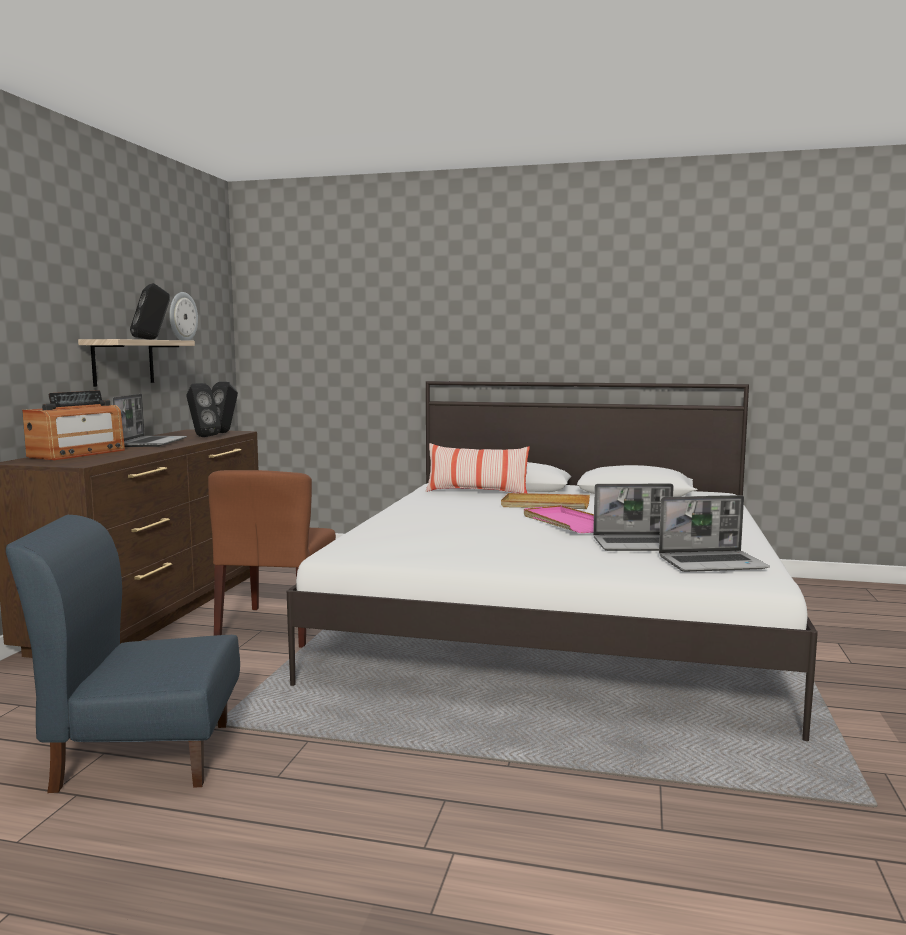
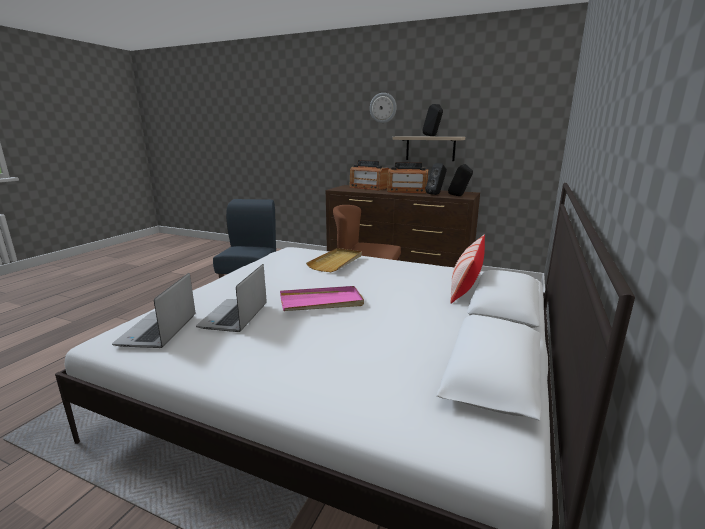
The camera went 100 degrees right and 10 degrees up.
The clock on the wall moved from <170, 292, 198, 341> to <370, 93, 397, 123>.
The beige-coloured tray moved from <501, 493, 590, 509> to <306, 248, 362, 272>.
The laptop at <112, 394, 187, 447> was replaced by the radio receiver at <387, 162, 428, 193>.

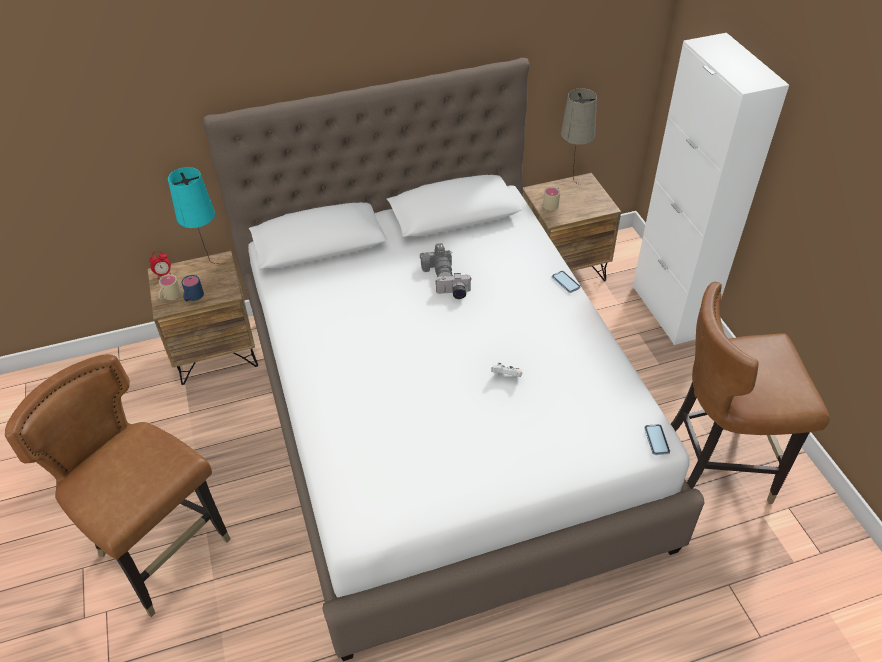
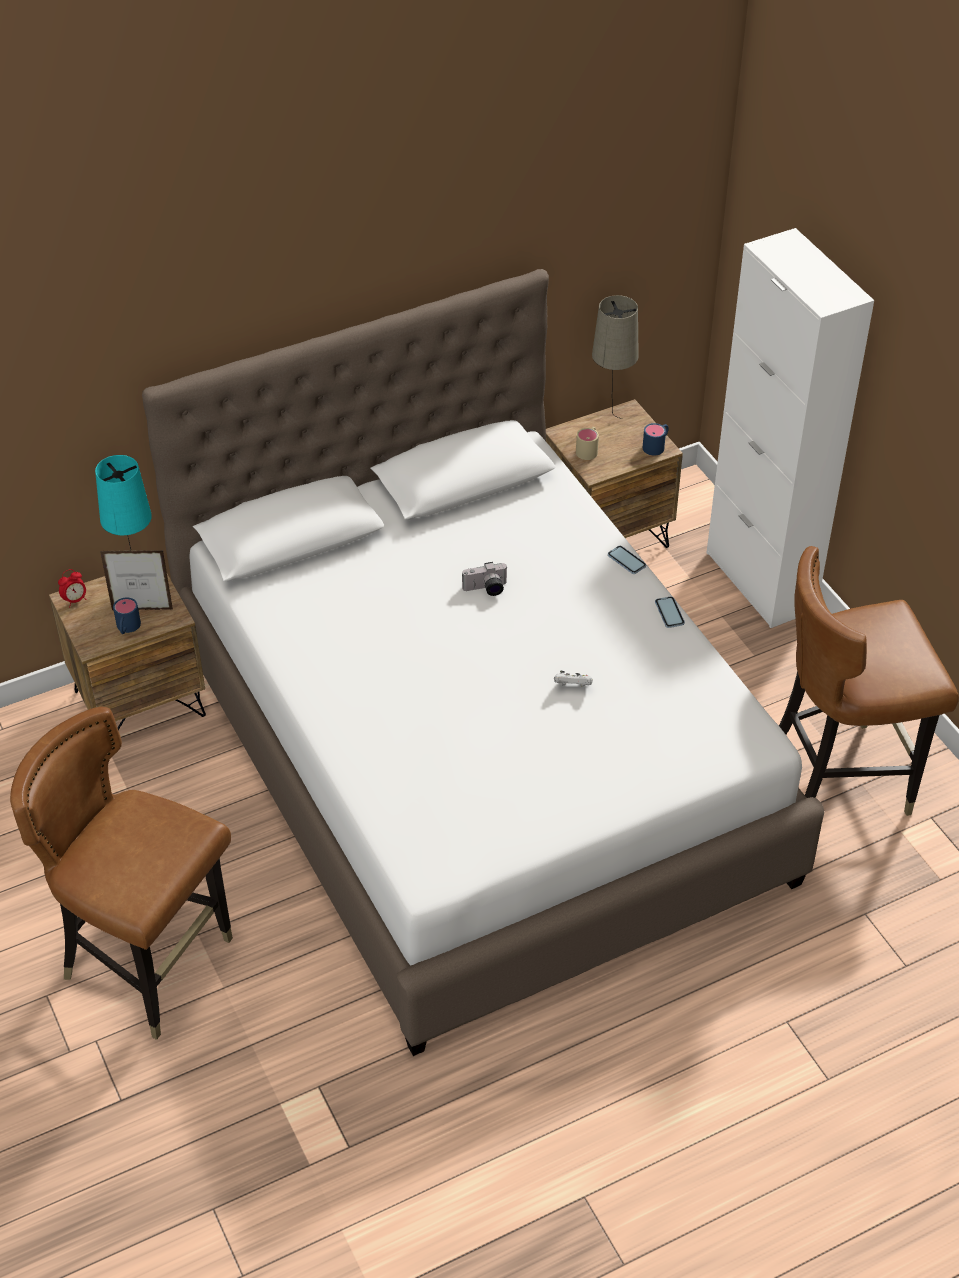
The camera went 10 degrees left and 0 degrees up.
The beige-coloured tea mug at <158, 274, 181, 300> disappeared.
The photo camera at <420, 243, 453, 277> disappeared.
The standing frame at <100, 550, 173, 610> appeared.
The blue-coloured tea mug at <643, 423, 669, 456> appeared.
The telephone moved from <644, 424, 670, 455> to <655, 596, 685, 628>.

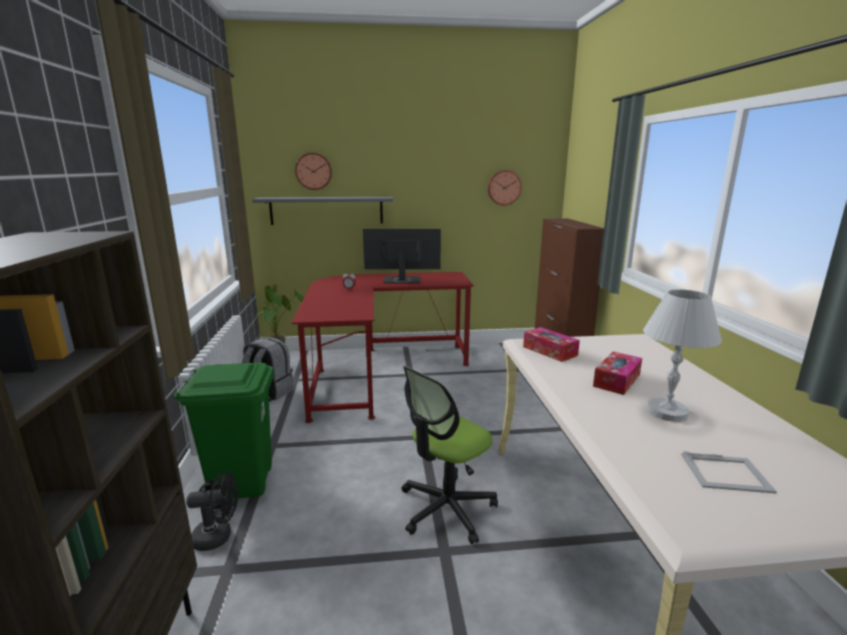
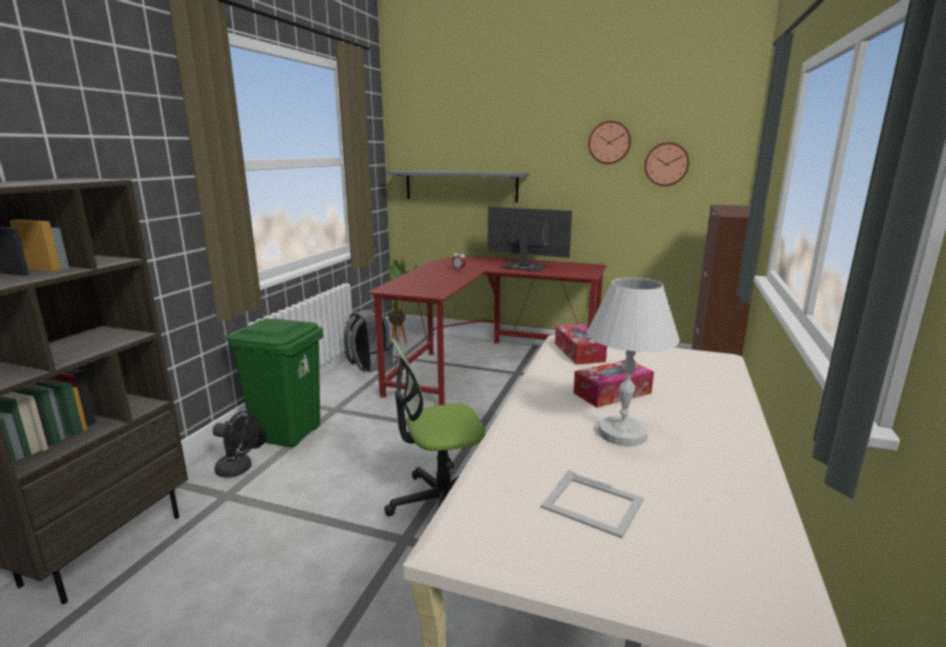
The camera went 25 degrees right and 0 degrees up.
The clock on the wall moved from <295, 153, 332, 190> to <588, 120, 631, 164>.

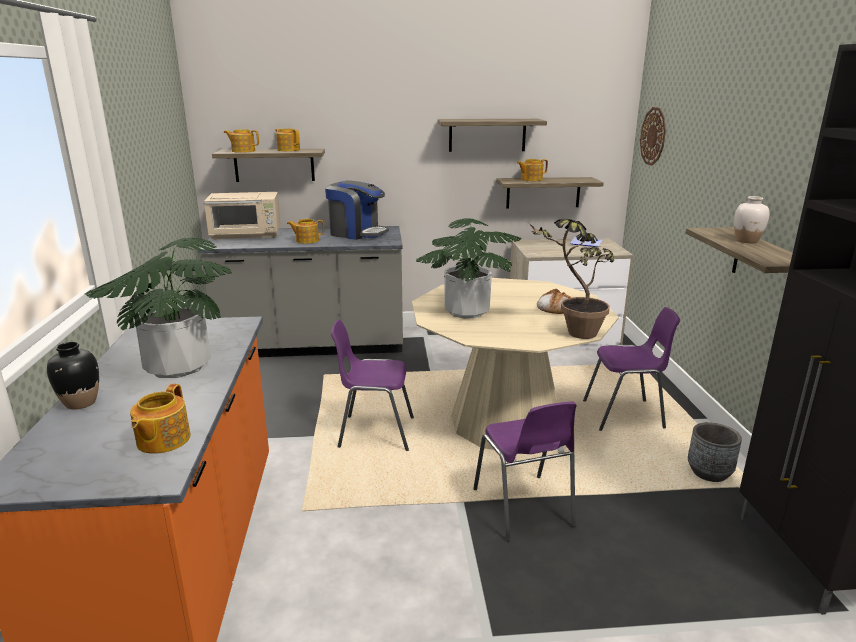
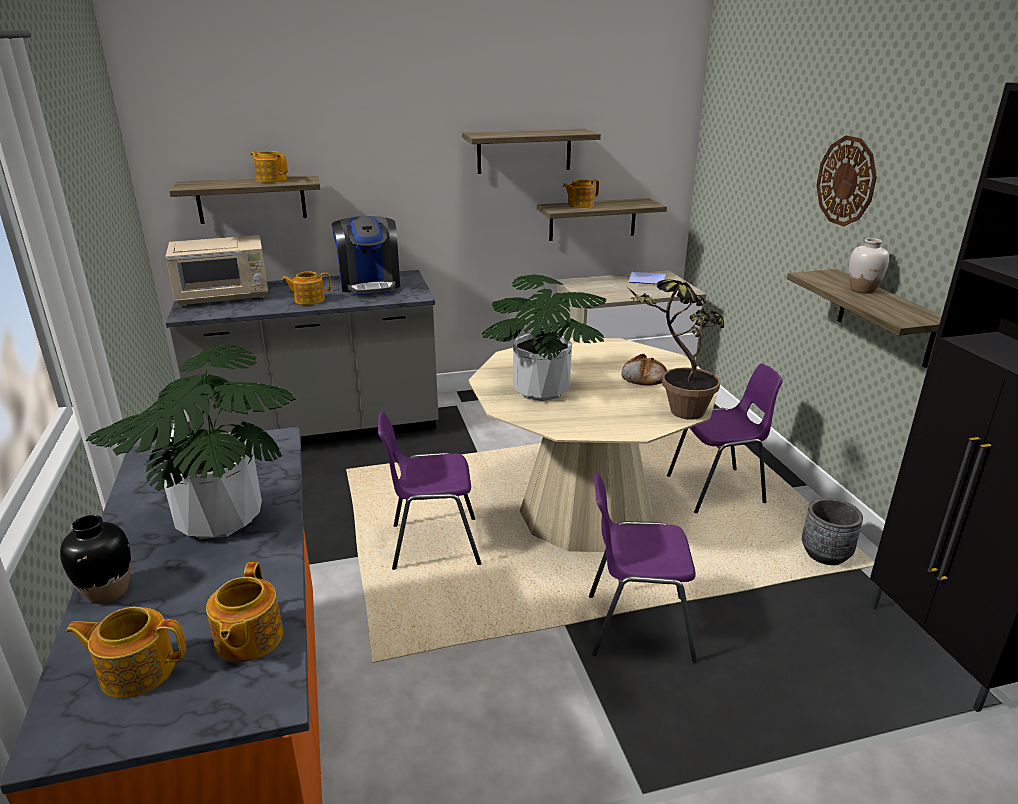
The camera went 10 degrees left and 5 degrees up.
The teapot moved from <224, 129, 259, 153> to <65, 607, 186, 698>.
The clock on the wall moved from <640, 107, 666, 166> to <816, 135, 877, 226>.
The coffee machine at <325, 180, 389, 240> turned 60 degrees clockwise.
The purple upright chair at <473, 401, 577, 542> turned 120 degrees clockwise.

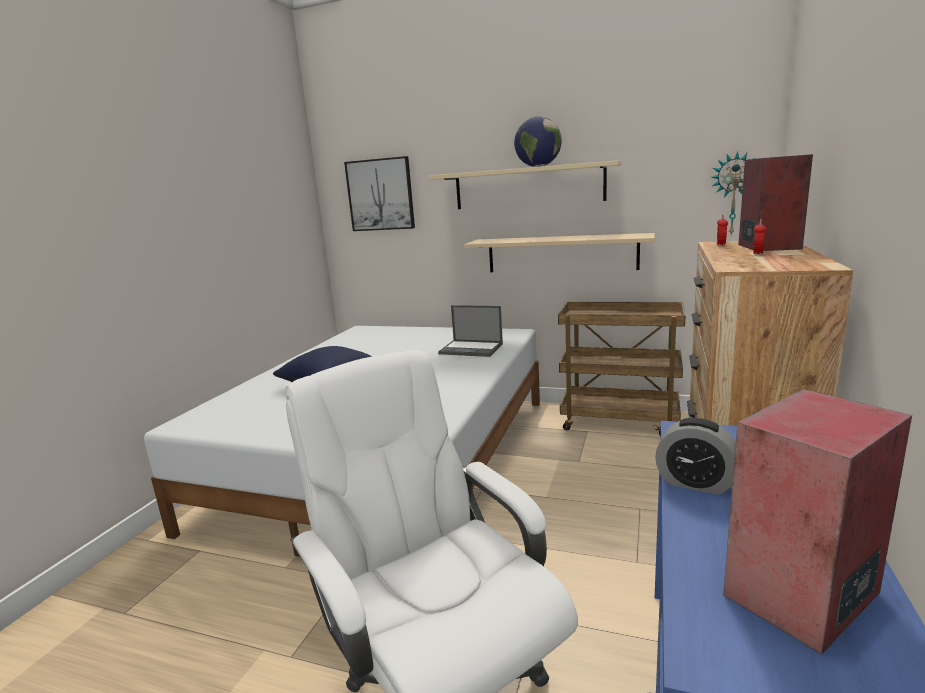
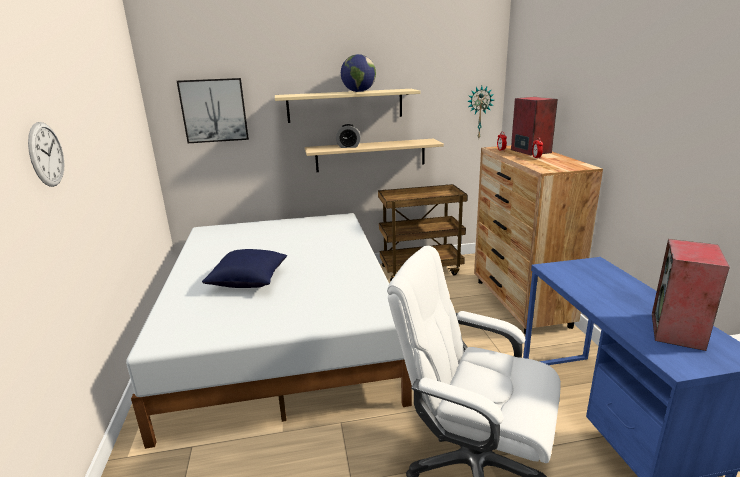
The camera went 30 degrees left and 5 degrees up.
The laptop at <438, 305, 503, 357> disappeared.
The clock on the wall at <28, 122, 64, 187> appeared.
The alarm clock moved from <655, 418, 736, 495> to <336, 124, 361, 148>.

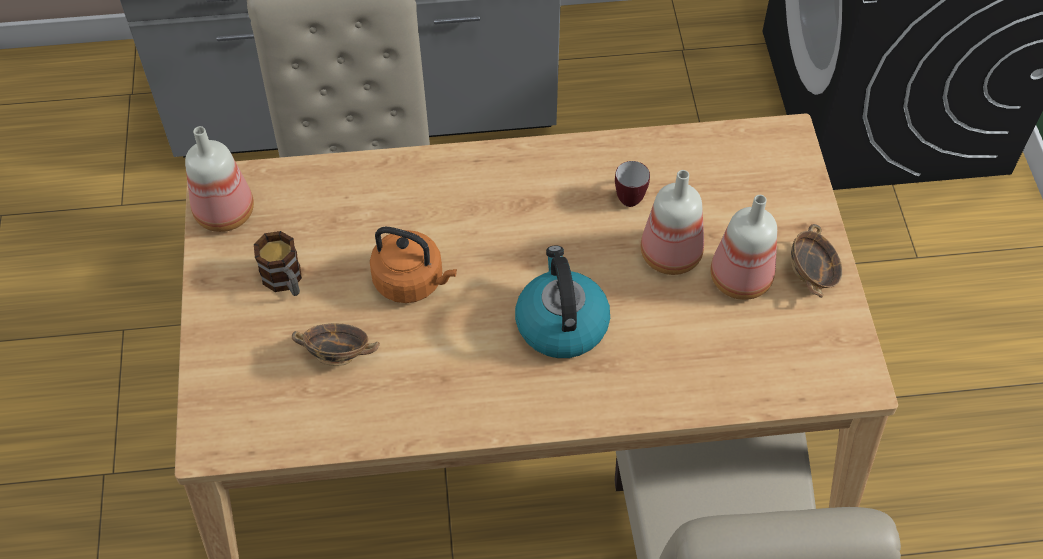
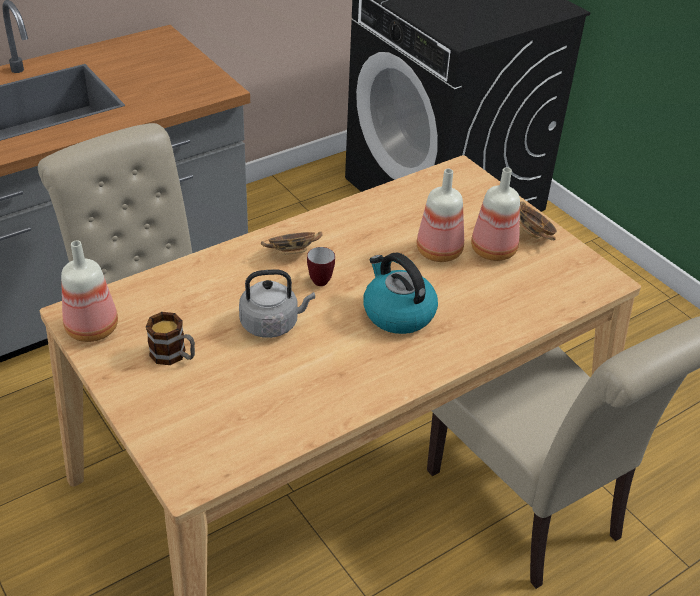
The camera went 30 degrees left and 15 degrees down.
The serving bowl moved from <292, 323, 380, 366> to <261, 231, 323, 255>.
The tea mug moved from <615, 161, 650, 207> to <307, 247, 335, 286>.
The orange tea kettle at <370, 227, 457, 303> became the grey tea kettle at <239, 270, 315, 338>.

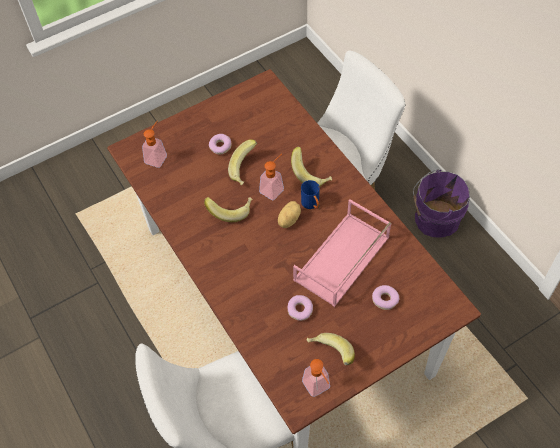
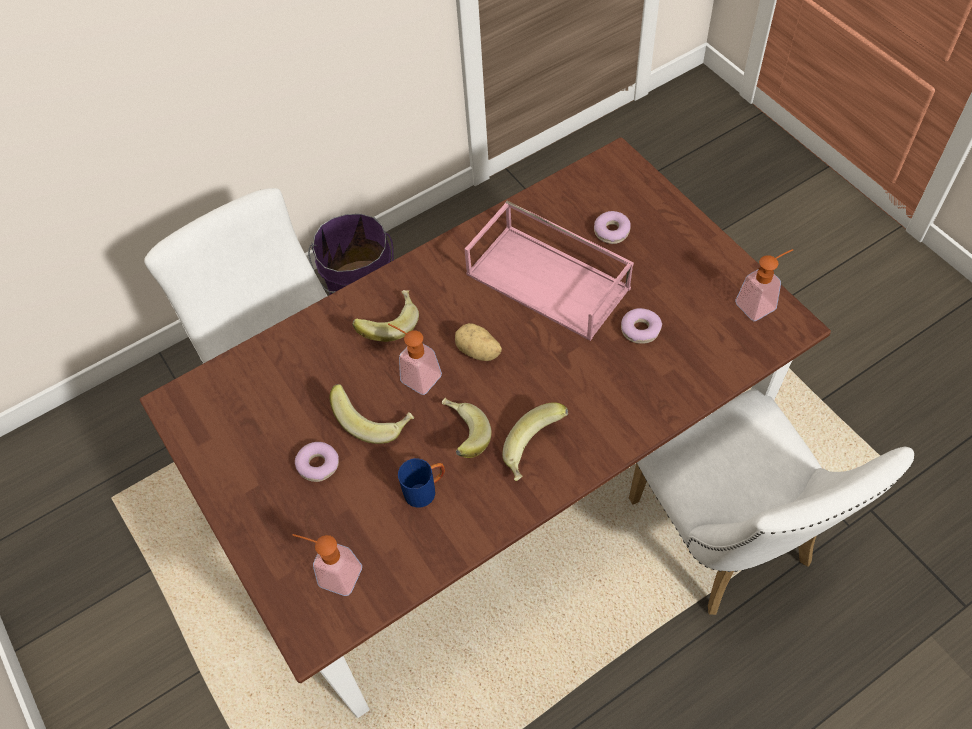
The camera went 90 degrees left and 0 degrees up.
The blue-coloured tea mug moved from <301, 180, 320, 209> to <398, 458, 445, 508>.
The whole banana moved from <306, 333, 355, 365> to <502, 402, 568, 481>.

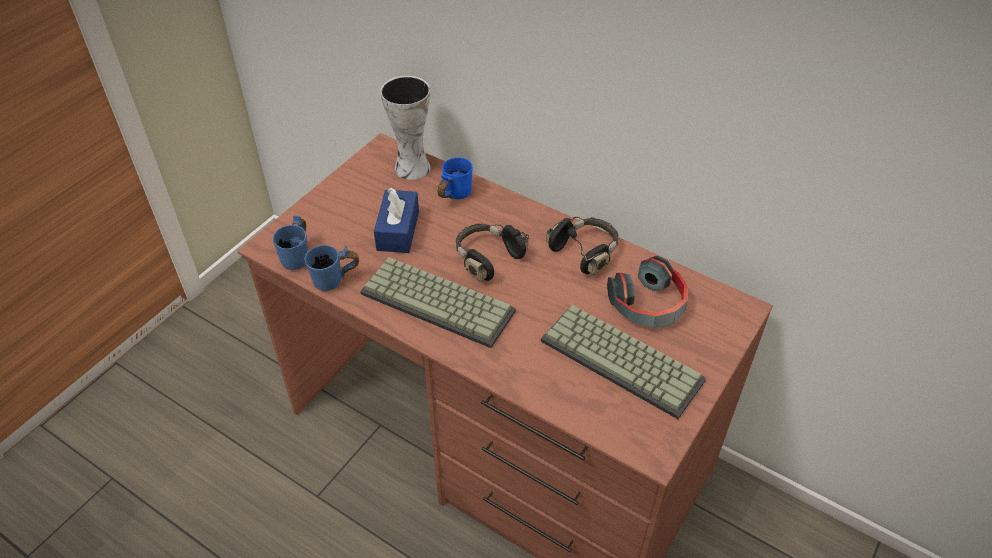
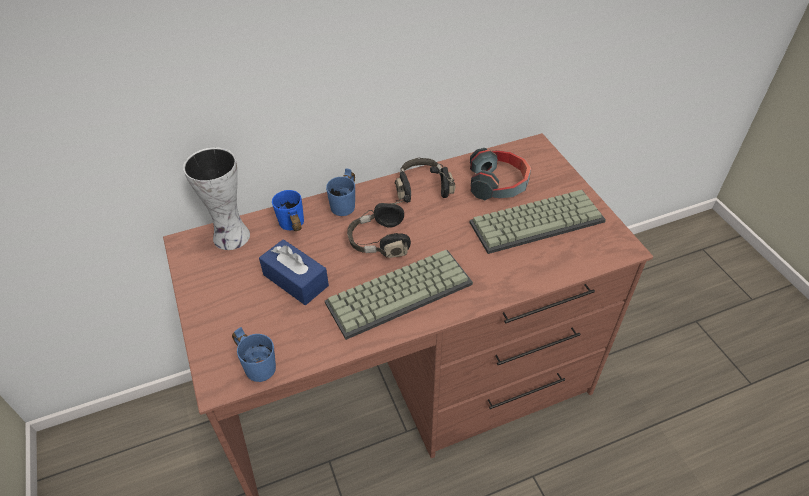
The camera went 55 degrees left and 0 degrees up.
The blue-coloured tea mug moved from <305, 245, 359, 291> to <326, 168, 355, 216>.

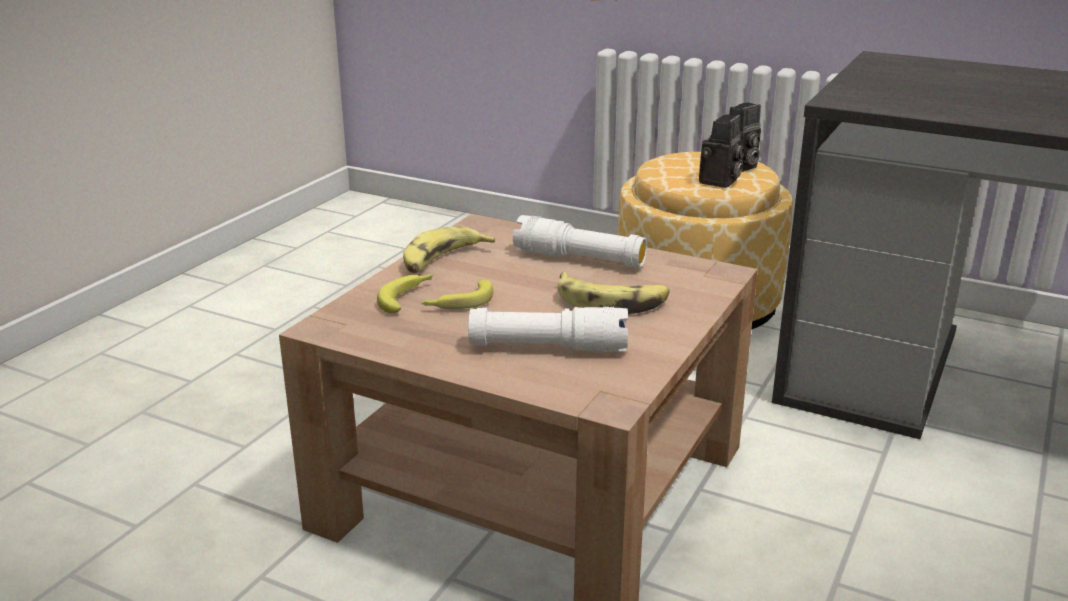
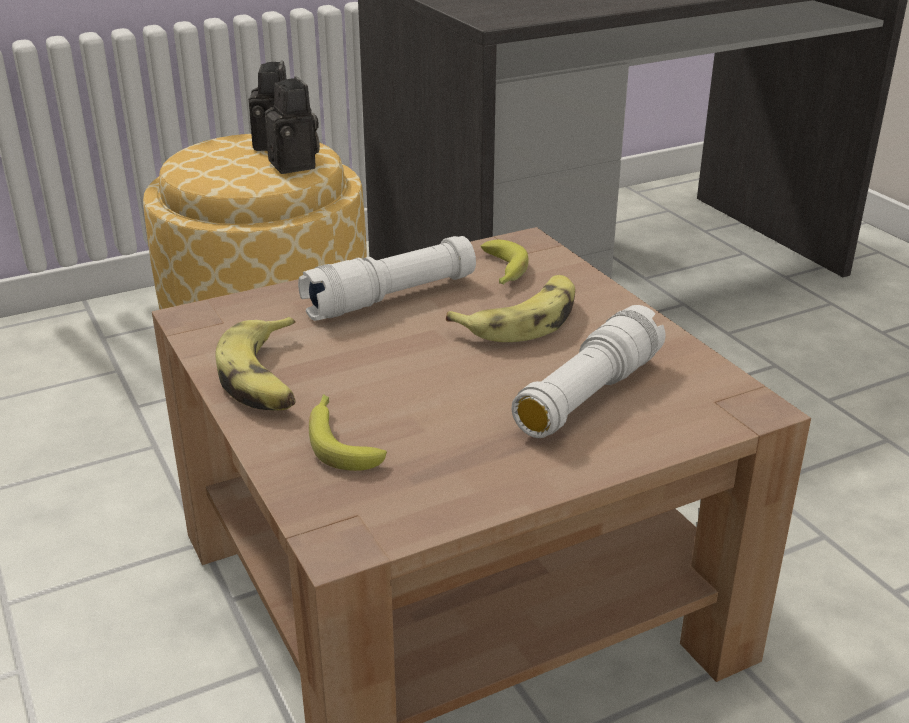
The camera went 55 degrees left and 5 degrees up.
The whole banana moved from <421, 280, 493, 309> to <481, 240, 529, 285>.

